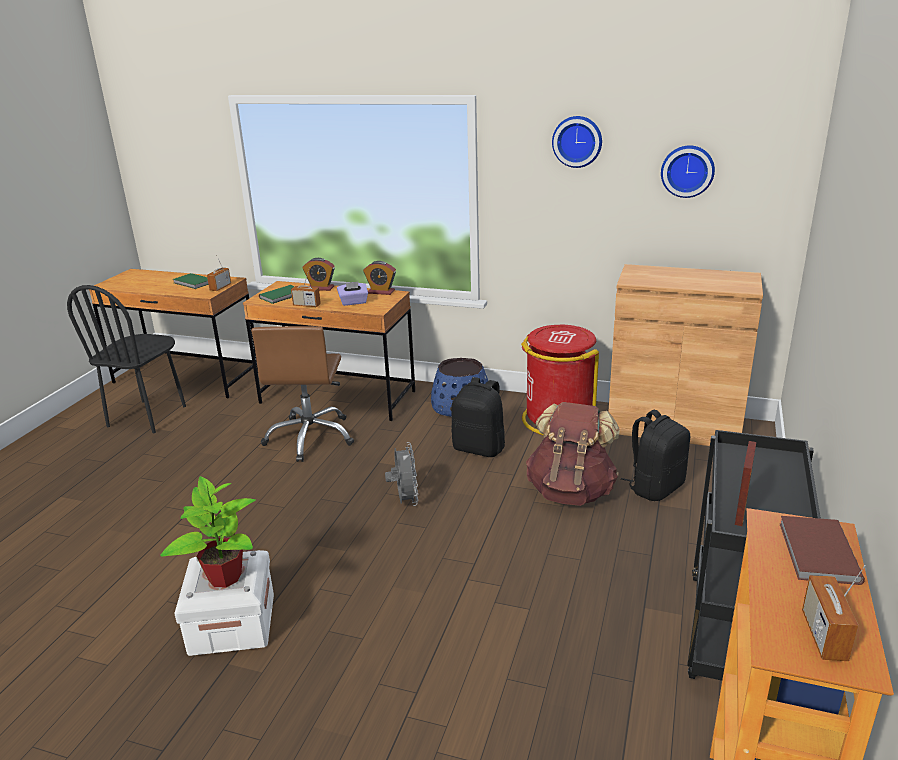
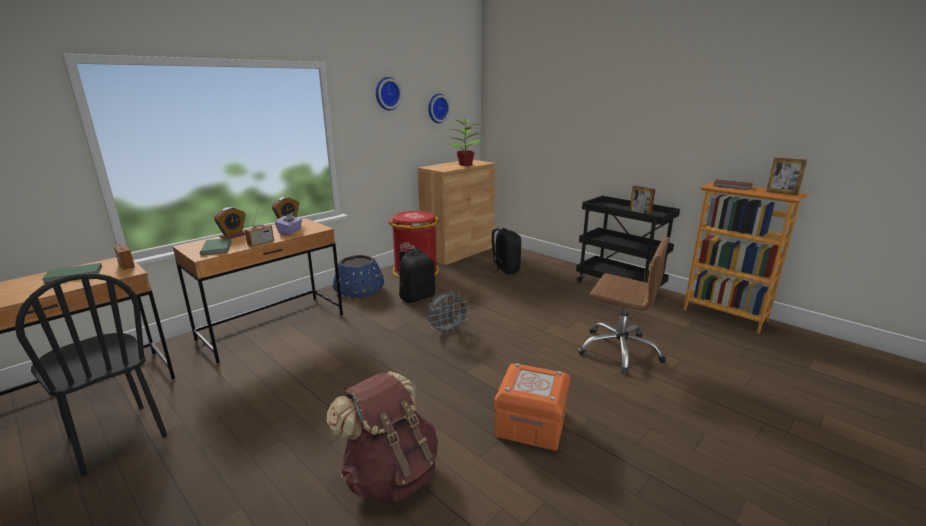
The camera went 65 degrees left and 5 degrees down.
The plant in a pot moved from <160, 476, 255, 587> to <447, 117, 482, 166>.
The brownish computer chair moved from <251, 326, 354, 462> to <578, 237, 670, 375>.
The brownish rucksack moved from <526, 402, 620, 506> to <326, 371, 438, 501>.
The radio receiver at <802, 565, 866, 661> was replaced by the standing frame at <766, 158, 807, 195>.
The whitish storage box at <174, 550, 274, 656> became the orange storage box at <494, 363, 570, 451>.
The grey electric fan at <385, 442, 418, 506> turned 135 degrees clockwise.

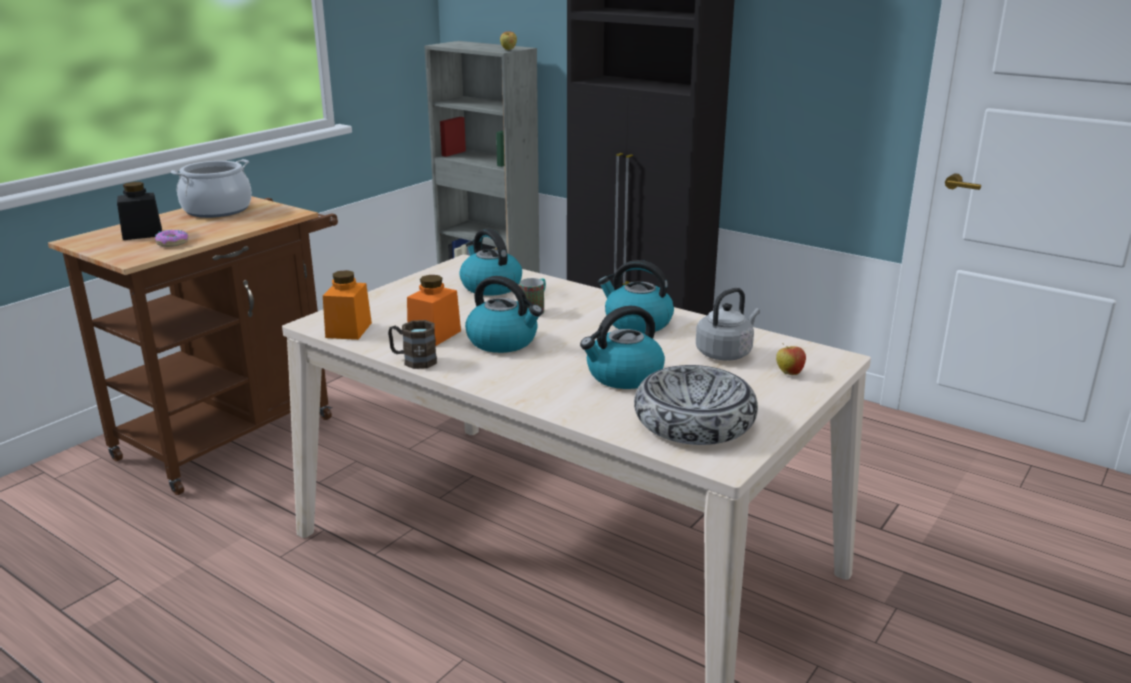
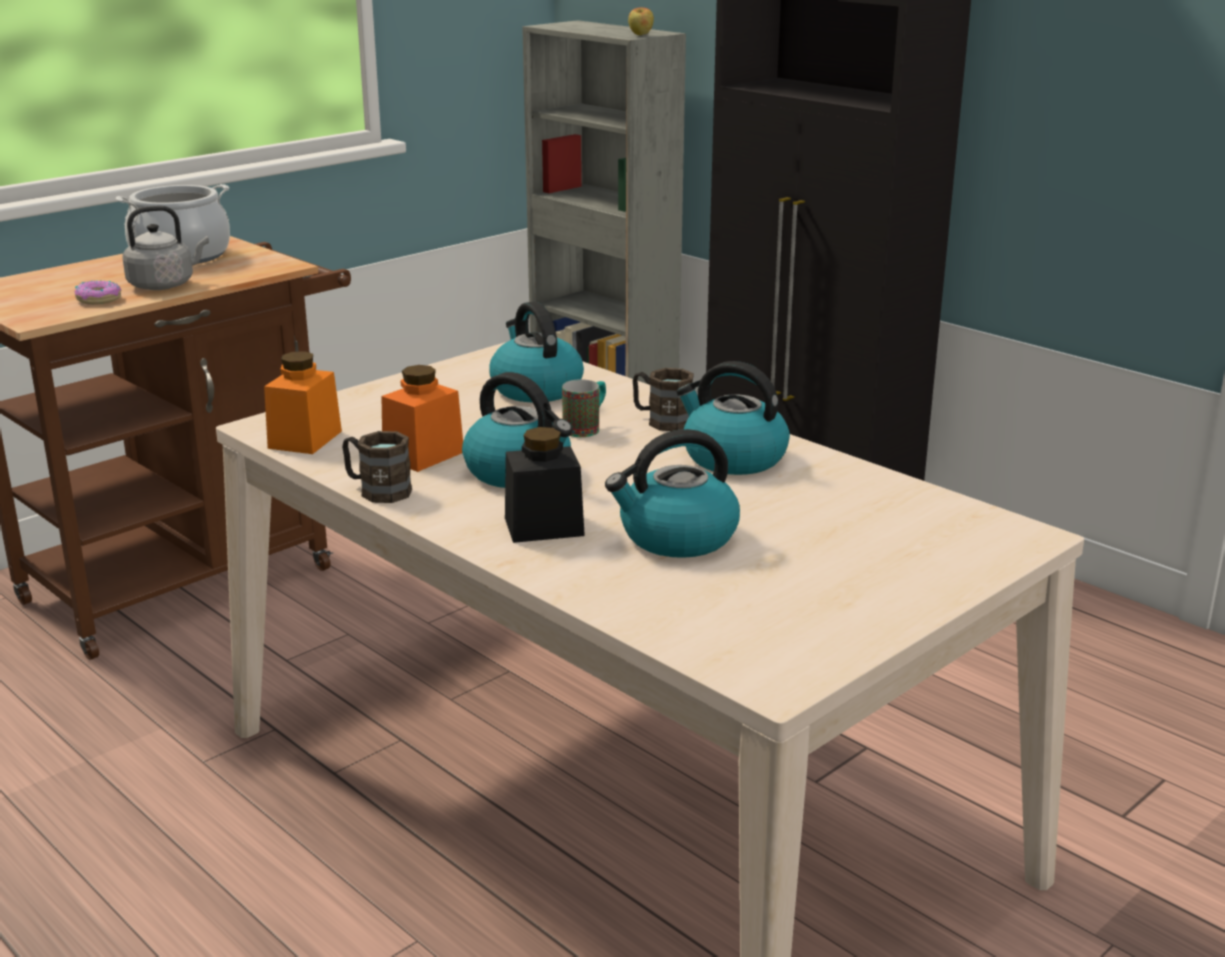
The camera went 10 degrees right and 0 degrees up.
The serving bowl at <634, 365, 758, 445> disappeared.
The whole apple at <776, 343, 806, 375> disappeared.
The brownish tea mug at <633, 368, 694, 431> appeared.
The blackish preserve jar moved from <117, 182, 162, 240> to <505, 427, 585, 543>.
The grey tea kettle moved from <696, 287, 760, 361> to <122, 206, 209, 290>.

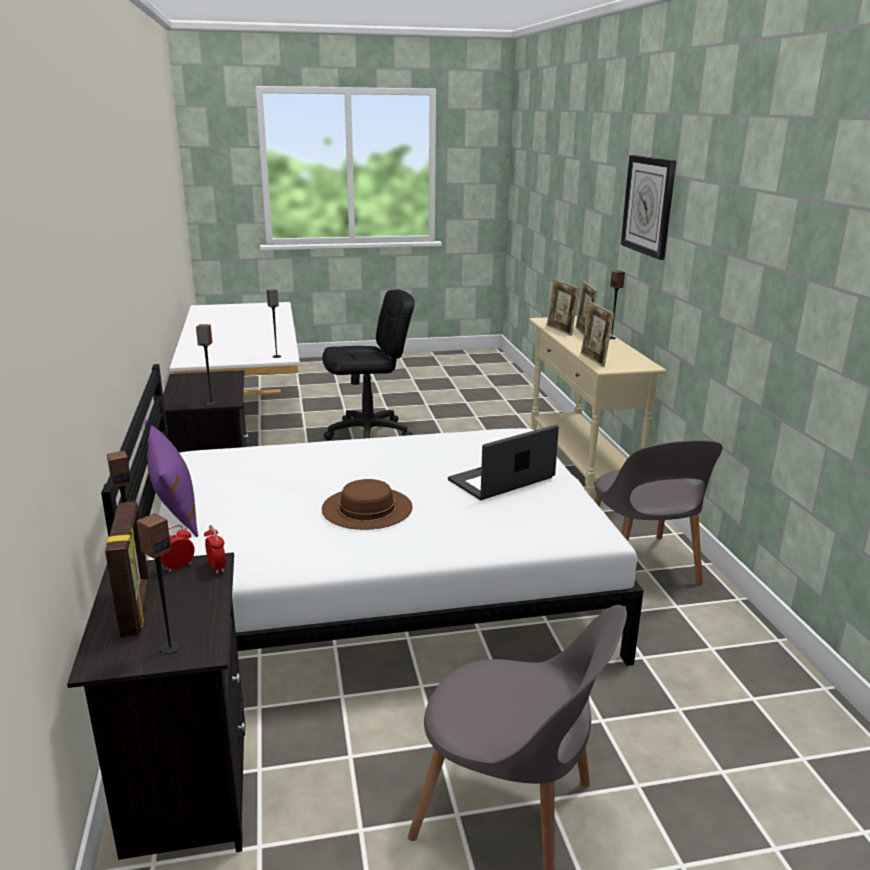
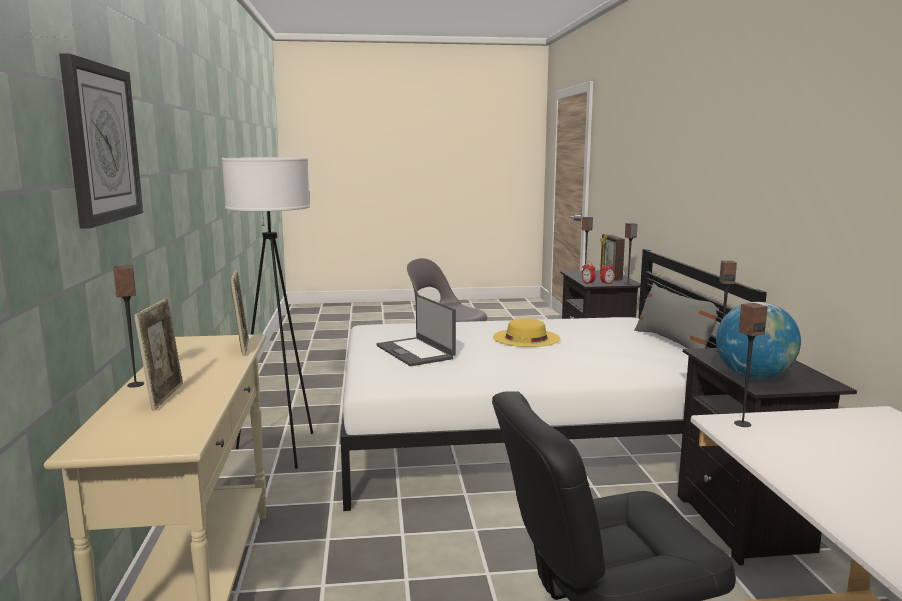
The camera went 175 degrees left and 10 degrees down.
The standing frame at <547, 279, 580, 336> disappeared.
The globe at <716, 302, 801, 379> appeared.
The grey upright chair at <594, 440, 723, 585> was replaced by the whitish standard lamp at <222, 157, 313, 469>.
The purple cushion at <145, 420, 198, 537> became the grey cushion at <634, 283, 724, 349>.
The brownish wearable hat at <322, 479, 413, 530> became the yellow-coloured wearable hat at <493, 318, 560, 347>.
The laptop at <448, 425, 559, 500> turned 90 degrees clockwise.

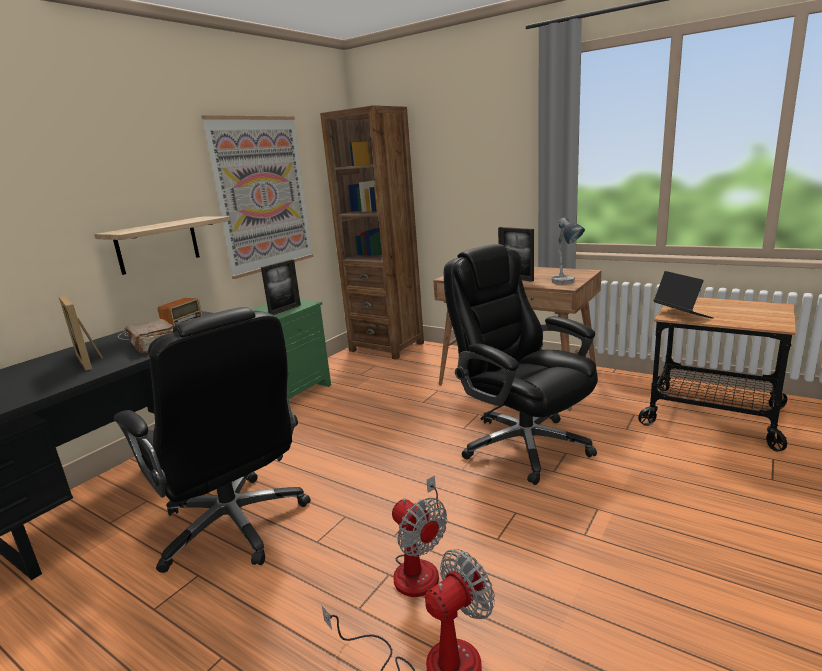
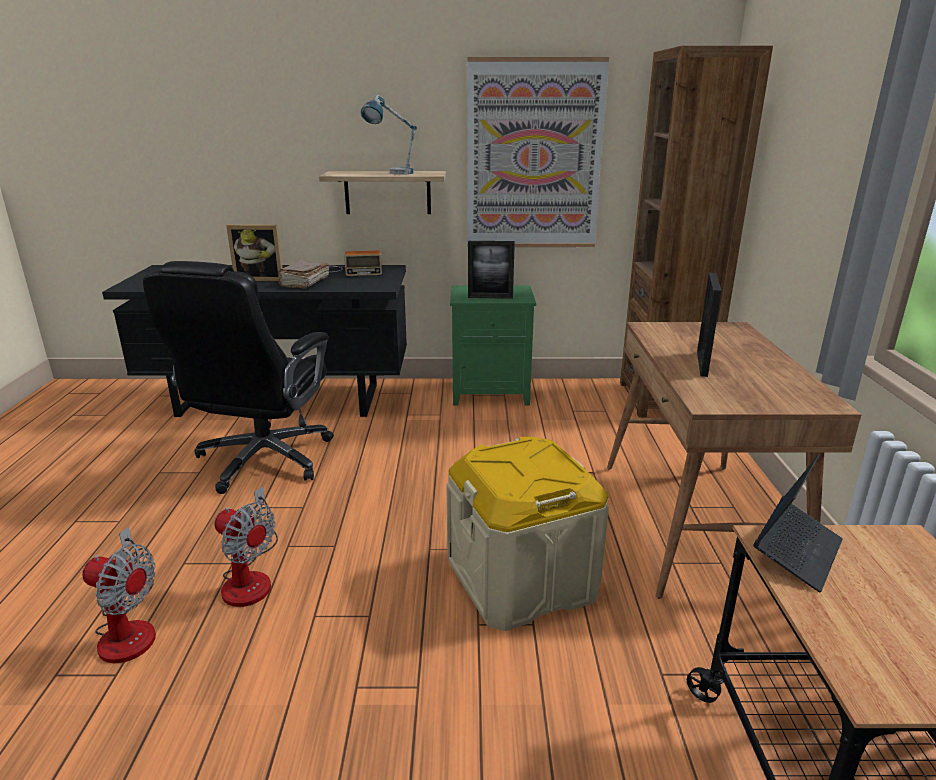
The camera went 55 degrees right and 5 degrees up.
The tabletop lamp moved from <552, 218, 585, 285> to <361, 95, 417, 175>.
The blackish computer chair at <444, 244, 598, 485> was replaced by the beige-coloured storage box at <446, 437, 609, 631>.
The standing frame at <59, 295, 103, 371> turned 105 degrees counterclockwise.
The electric fan at <392, 475, 447, 597> turned 75 degrees counterclockwise.

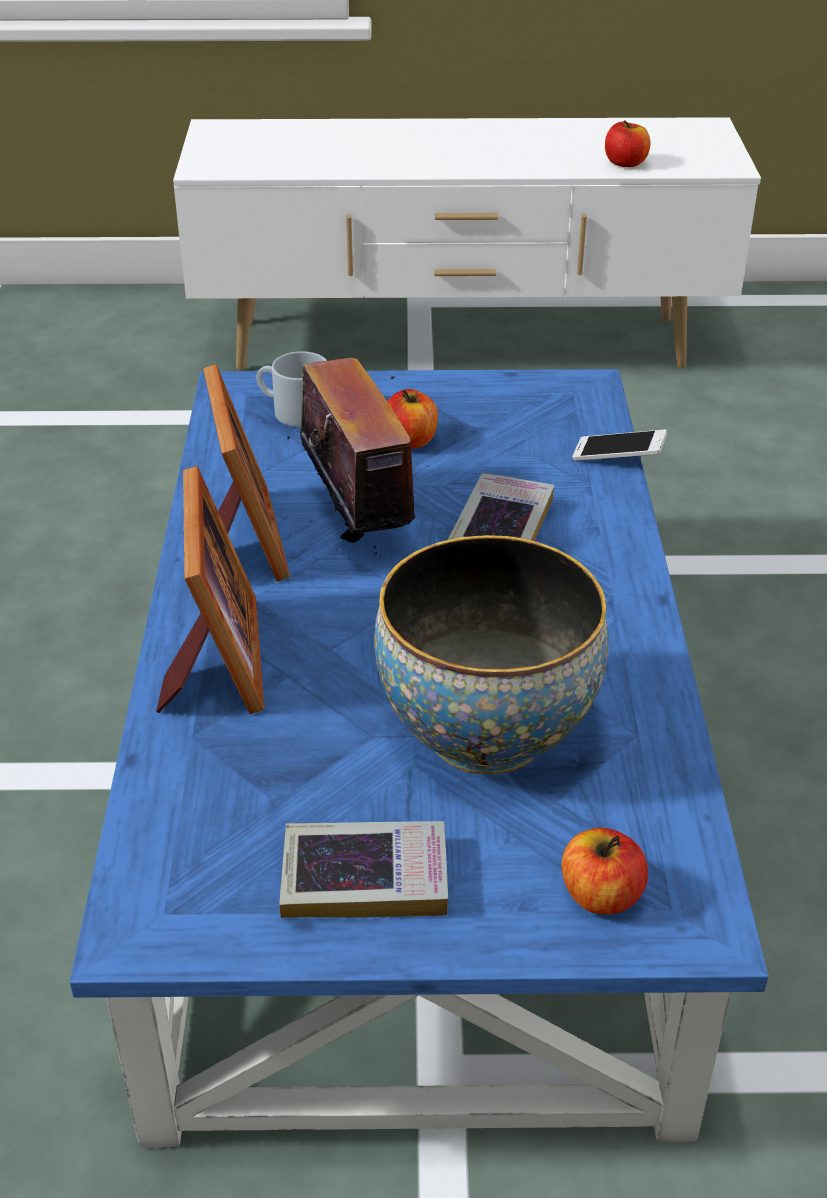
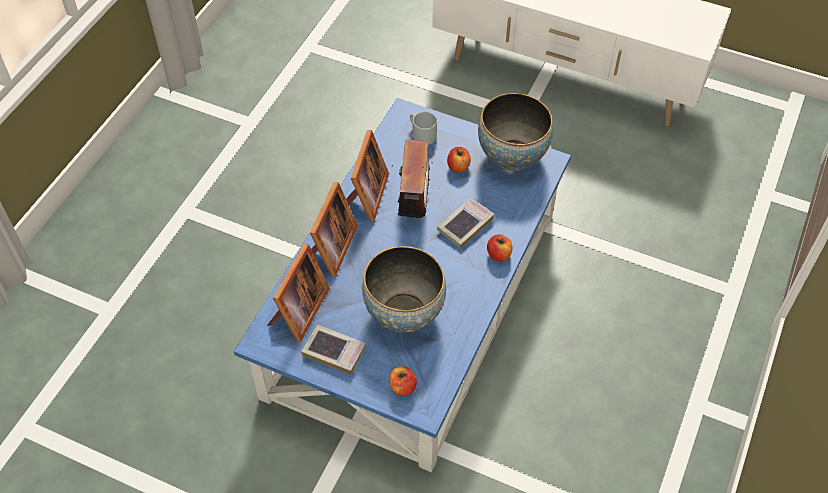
The camera went 25 degrees right and 15 degrees up.
The telephone at <572, 430, 667, 461> disappeared.
The standing frame at <267, 244, 330, 342> appeared.
The serving bowl at <478, 93, 553, 171> appeared.
The whole apple moved from <605, 120, 650, 167> to <487, 234, 512, 261>.

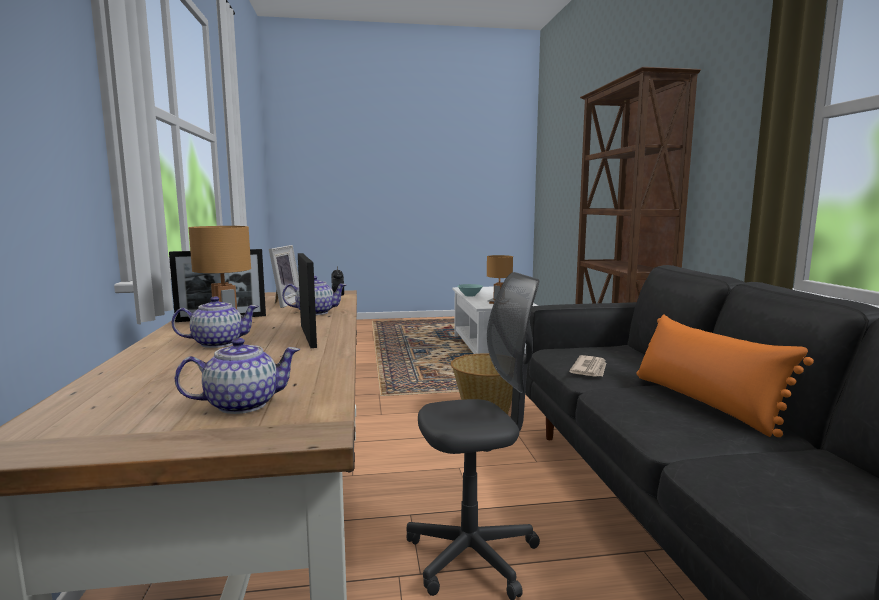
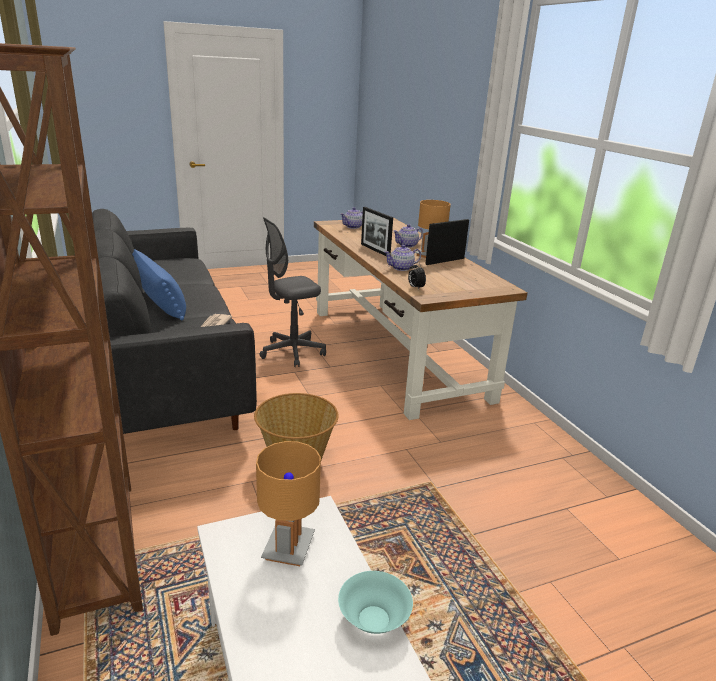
The camera went 165 degrees right and 15 degrees up.
The standing frame at <269, 245, 299, 308> disappeared.
The orange cushion at <637, 314, 814, 437> became the blue-coloured cushion at <132, 249, 186, 321>.

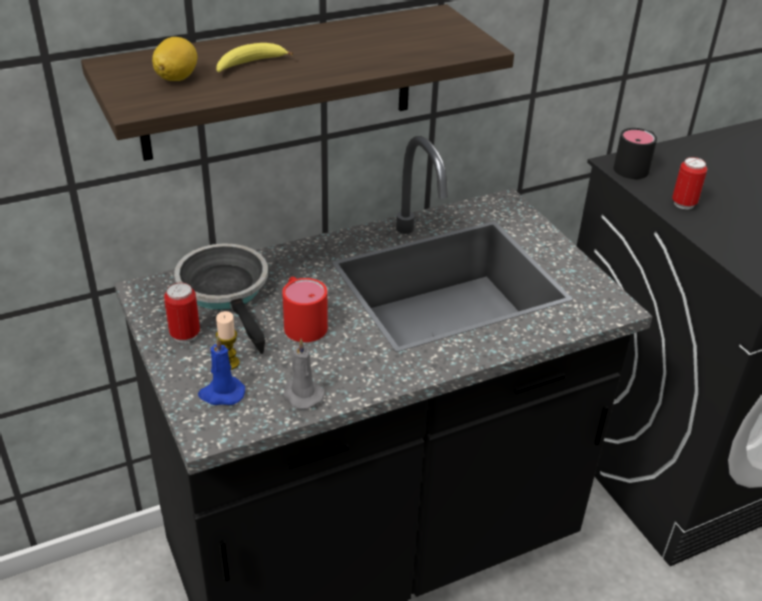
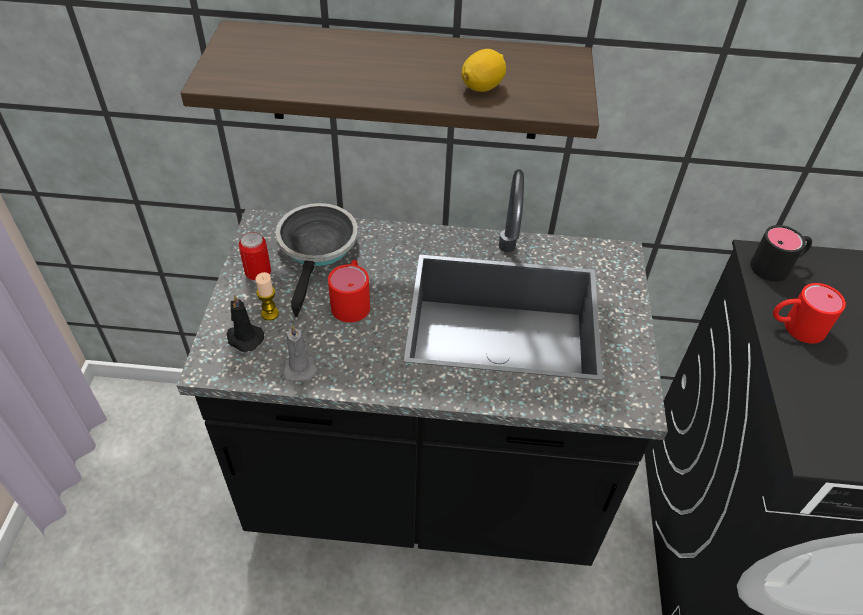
The camera went 30 degrees right and 10 degrees up.
The whole banana at <216, 43, 293, 72> disappeared.
The whole lemon moved from <152, 37, 197, 81> to <461, 49, 506, 92>.
The can at <672, 157, 707, 209> was replaced by the red tea mug at <773, 283, 846, 344>.
The blue-coloured wax candle at <198, 336, 245, 405> became the blackish wax candle at <227, 295, 264, 352>.

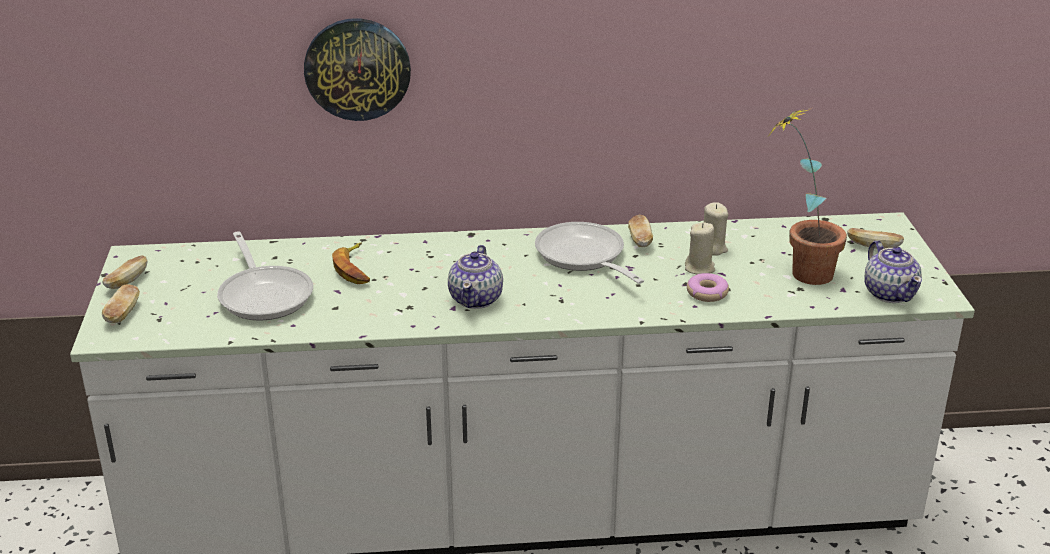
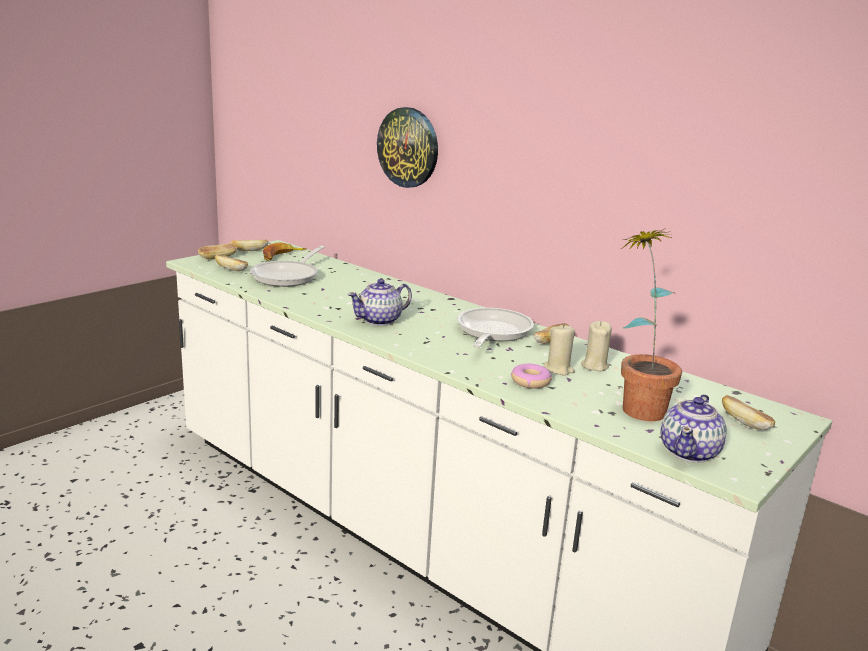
The camera went 45 degrees right and 10 degrees down.
The bread at <215, 254, 248, 271> appeared.
The whole banana moved from <332, 242, 370, 284> to <263, 243, 307, 261>.

